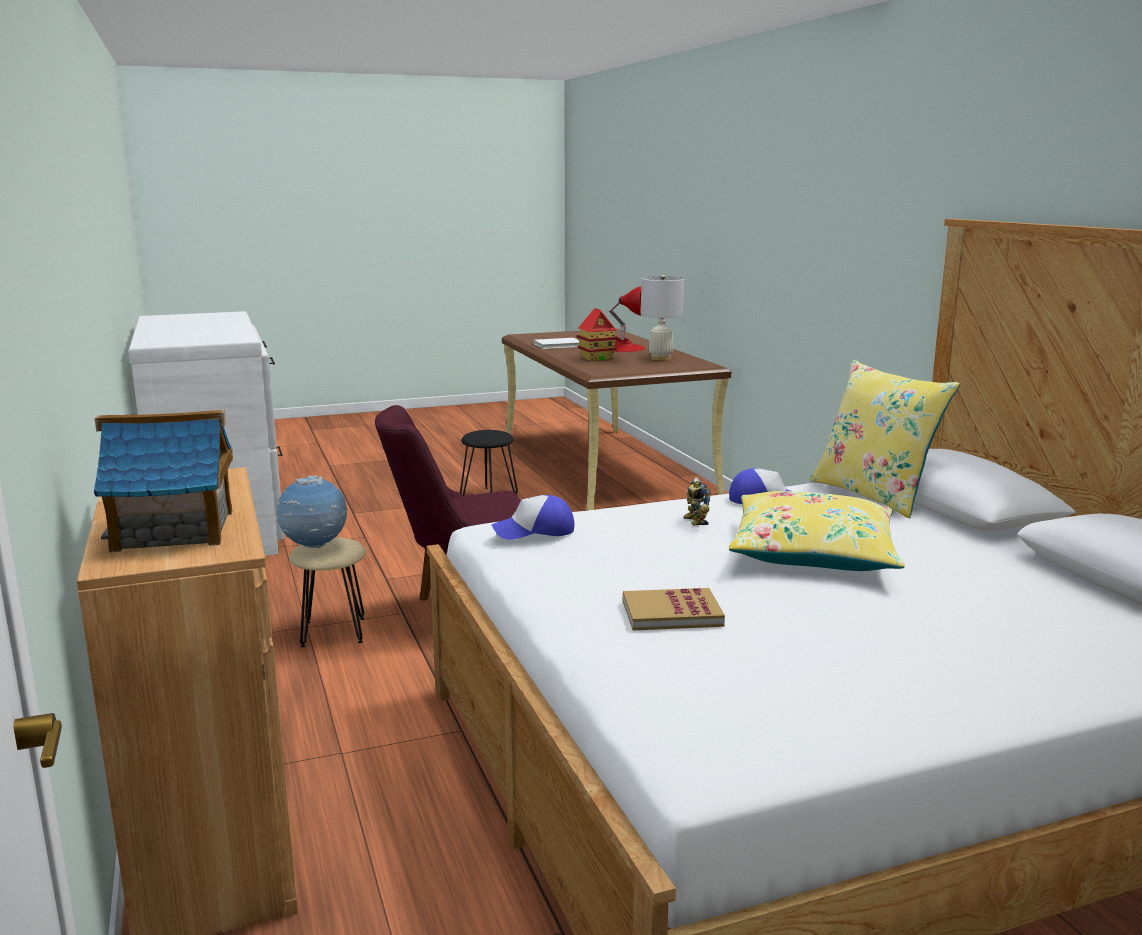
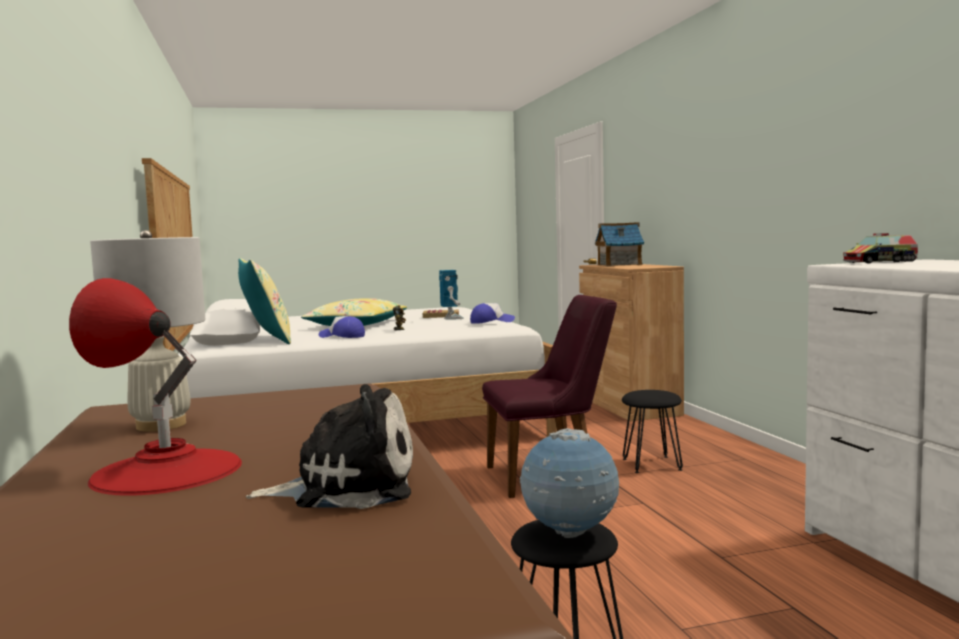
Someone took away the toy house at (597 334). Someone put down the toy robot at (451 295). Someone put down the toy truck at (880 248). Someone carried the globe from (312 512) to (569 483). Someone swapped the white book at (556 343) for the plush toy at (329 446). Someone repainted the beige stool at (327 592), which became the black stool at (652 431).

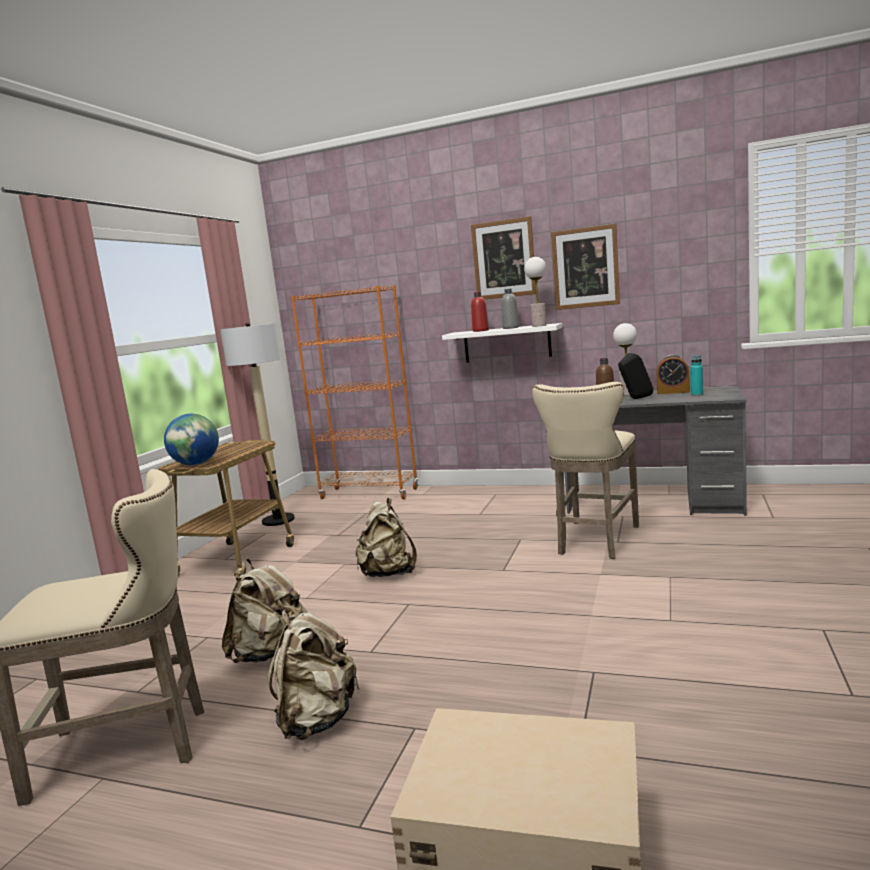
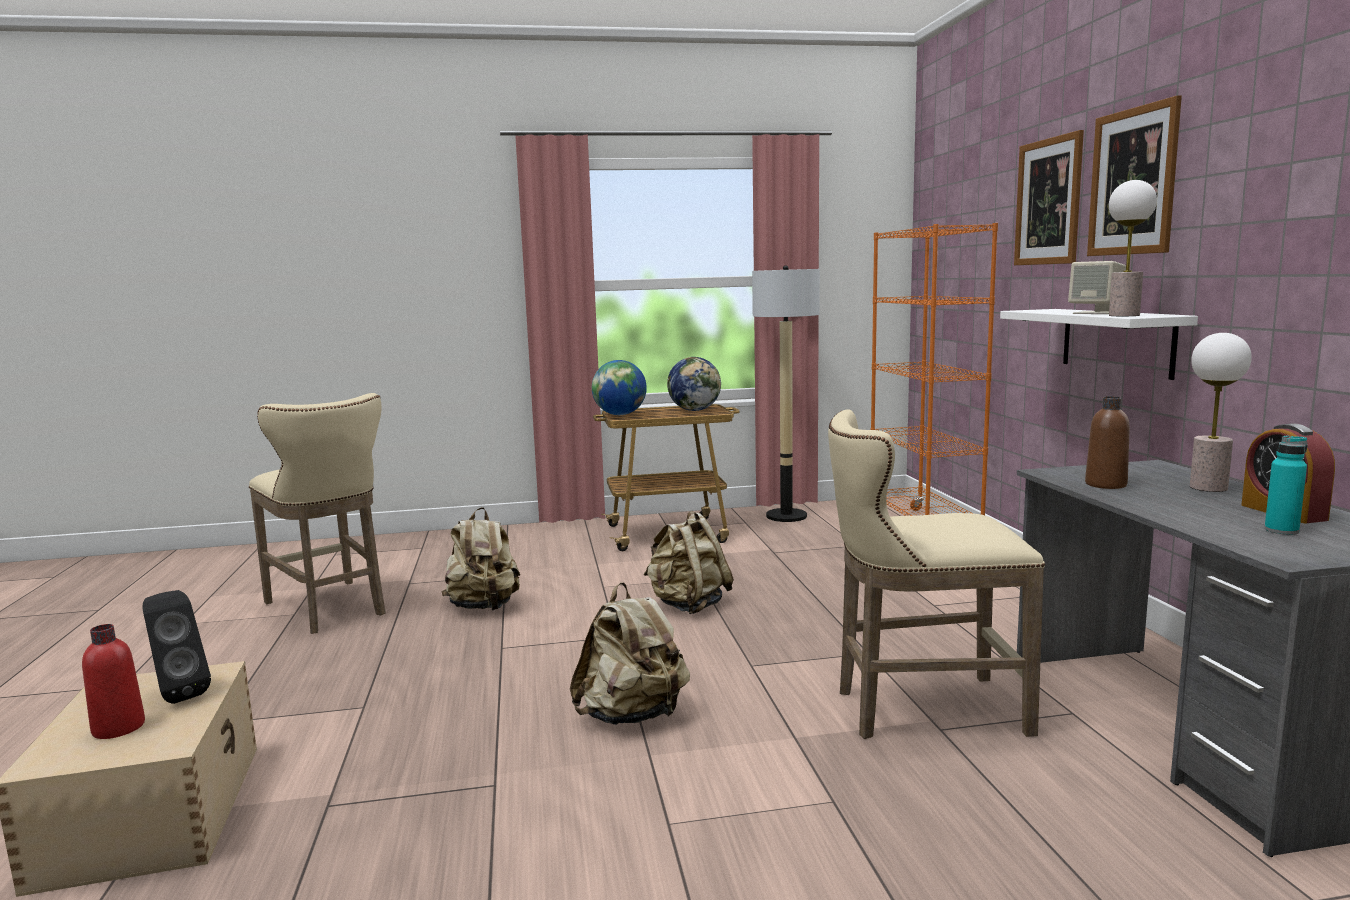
Someone put down the globe at (694 384). Someone carried the beige backpack from (314 675) to (630 653). Someone carried the red bottle from (480 312) to (113 681). Someone carried the picture from (585 266) to (1049 197). Someone carried the black speaker from (636 376) to (176 647). Someone swapped the grey bottle at (510 309) for the beige speaker at (1097 287).

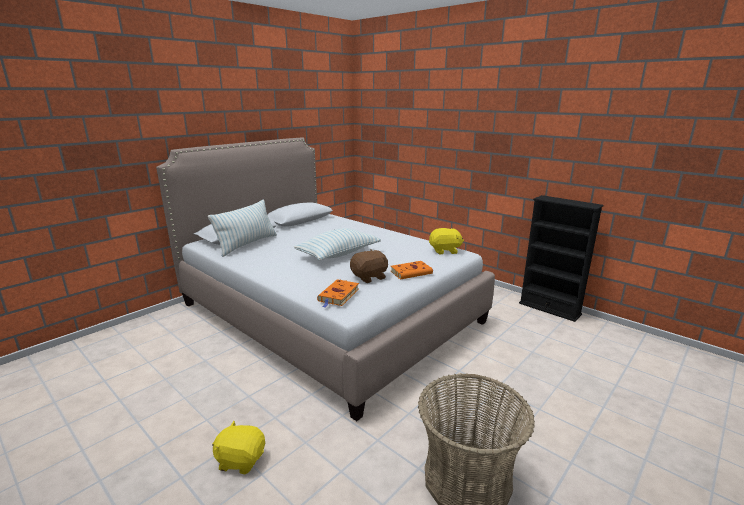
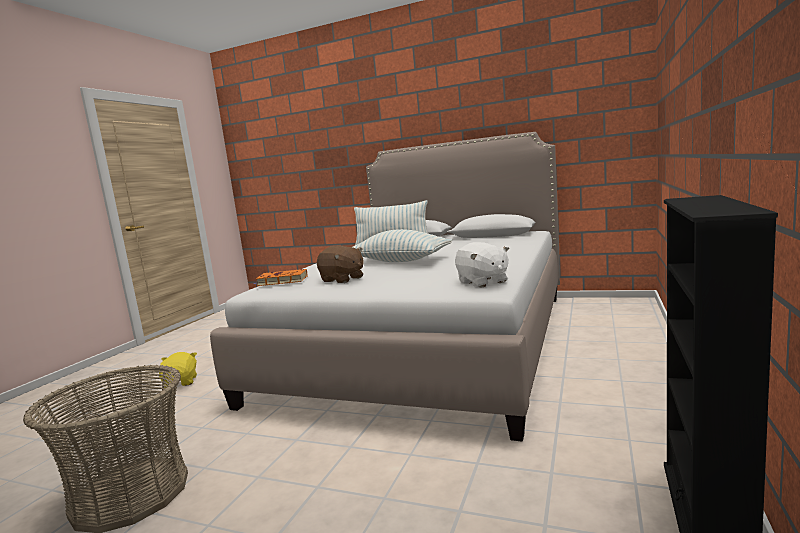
Someone took away the orange book at (412 270). Someone repainted the yellow plush toy at (446 241), which became the white plush toy at (482 265).

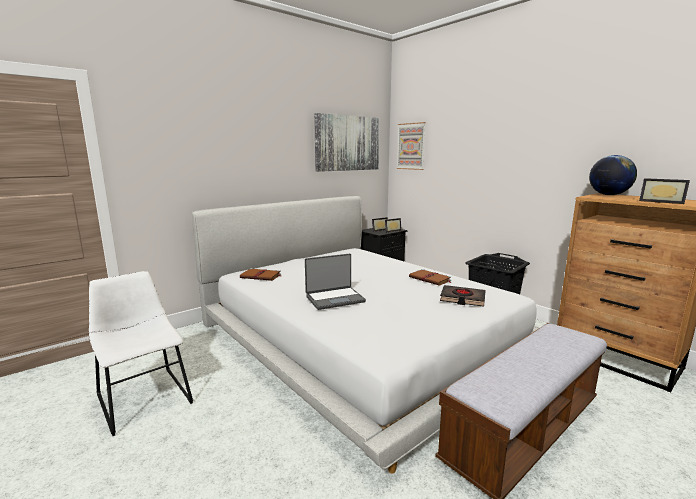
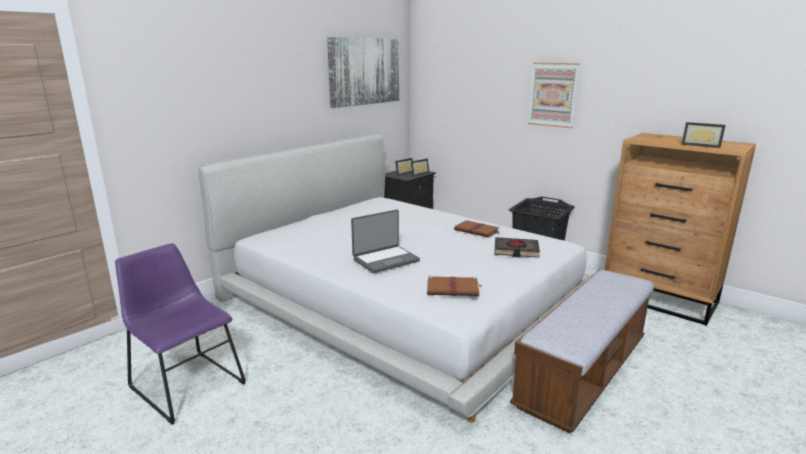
Someone took away the globe at (613 175). Someone carried the brown book from (260 274) to (454 286). Someone carried the picture from (411 146) to (553 95). Someone repainted the white chair at (141 353), which became the purple chair at (180 334).

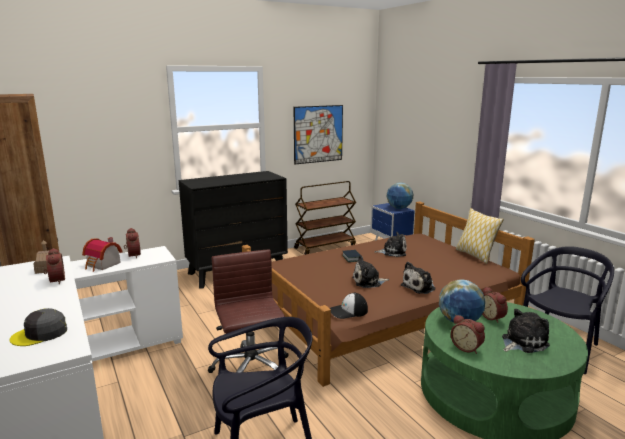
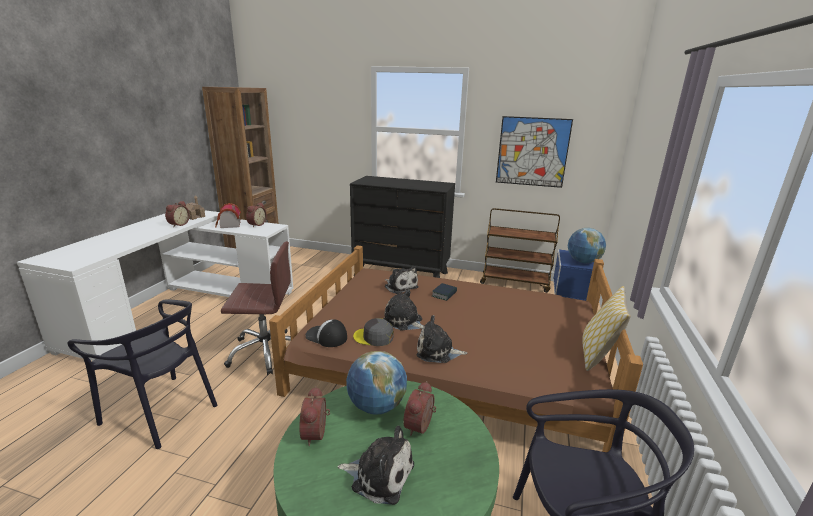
Someone carried the grey cap from (38 327) to (373 332). Someone carried the plush toy from (391 244) to (402 280). Someone rotated the brown office chair at (248 311) by 60 degrees clockwise.

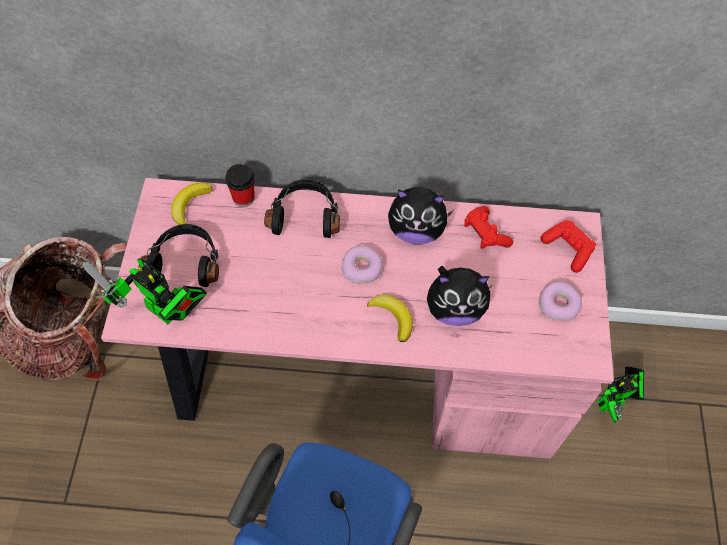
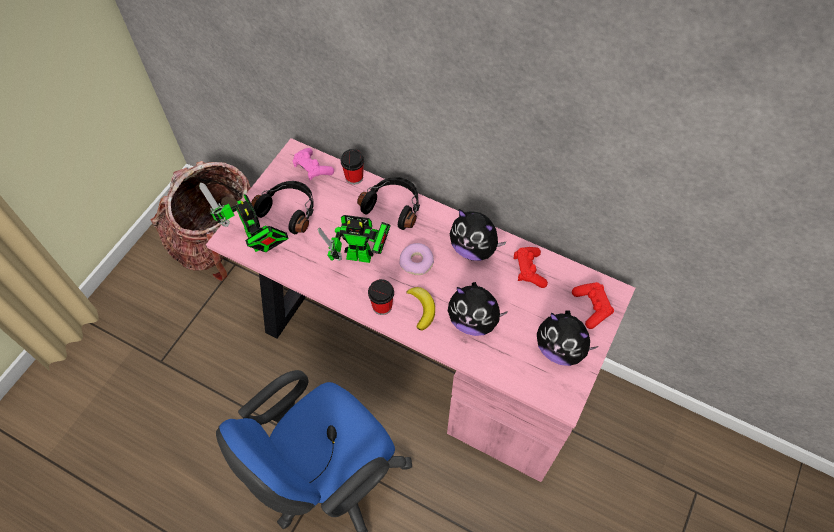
Someone put down the cup at (381 297). Someone carried the toy robot from (620 395) to (354 239). Someone swapped the banana at (192 204) for the pink game controller at (313 164). Someone swapped the donut at (560 301) for the plush toy at (567 338).

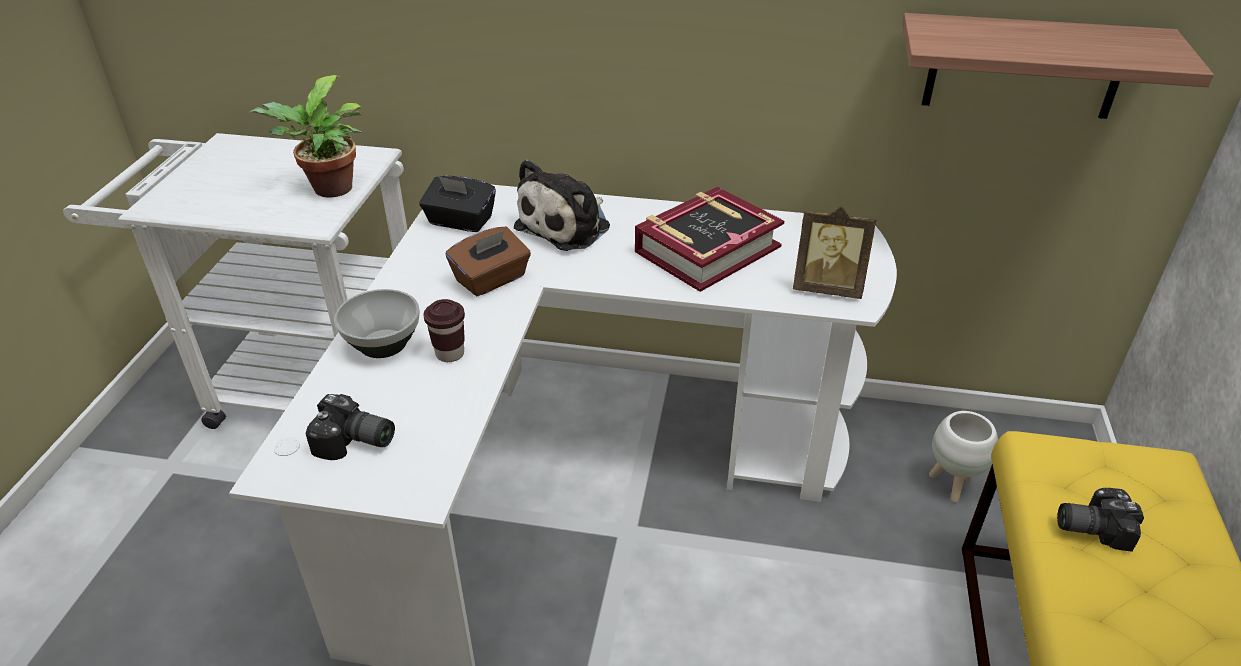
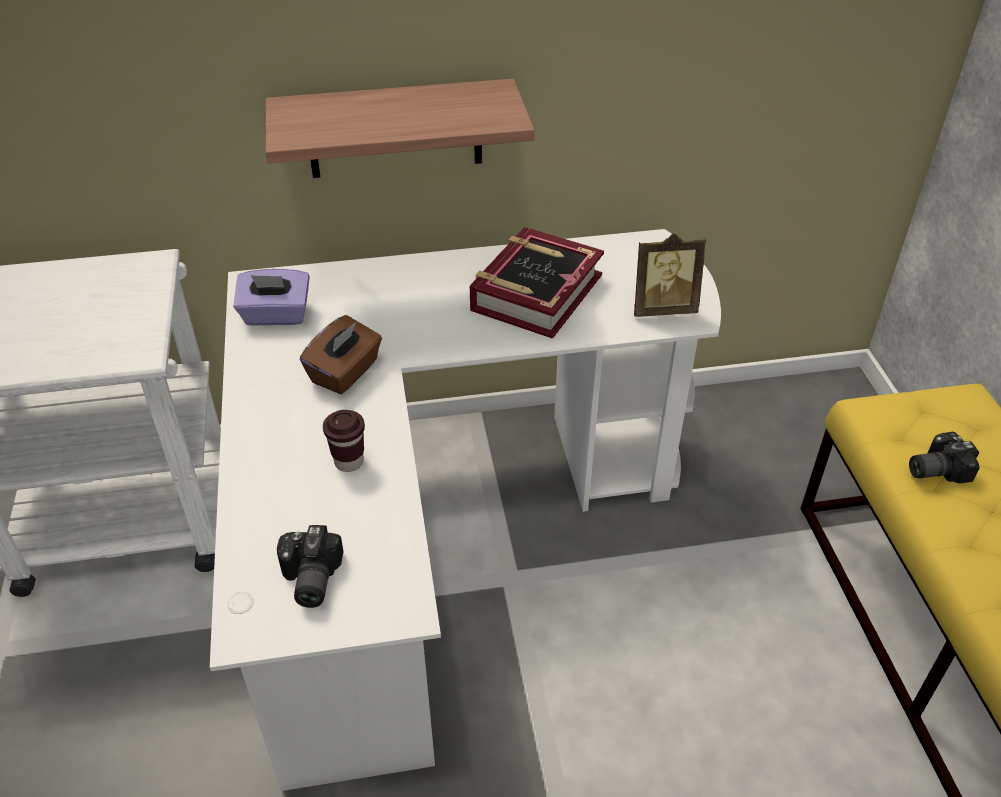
Someone took away the potted plant at (305 136). Someone took away the bowl at (377 323). Someone took away the plush toy at (562 205). Someone took away the white planter at (963 457). Someone carried the shelf from (1058 66) to (400 128). Someone repainted the black tissue box at (457 204), which became the purple tissue box at (271 297). Someone rotated the photo camera at (350 427) by 90 degrees clockwise.

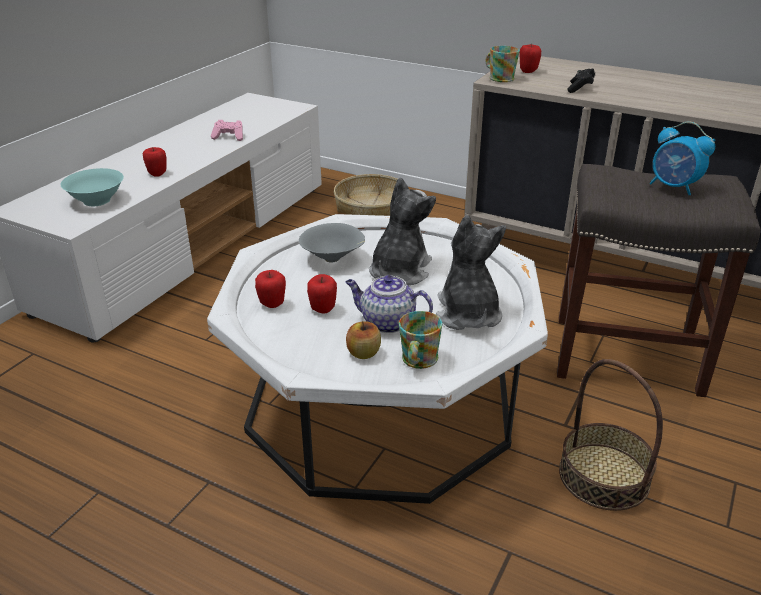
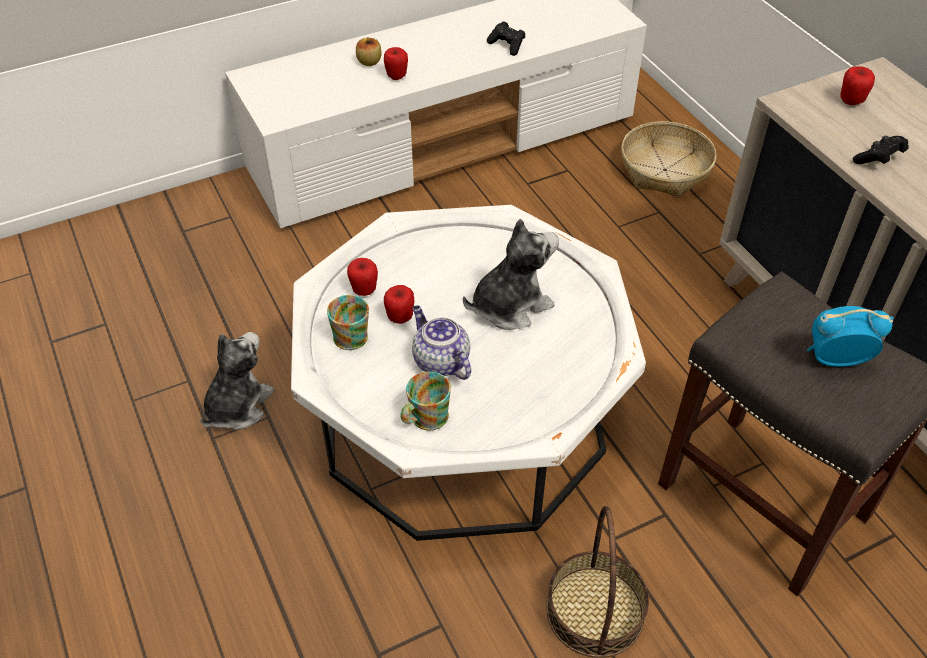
Someone took away the turquoise bowl at (92 187). Someone took away the grey bowl at (332 243). Someone carried the apple from (363 340) to (368 52). Someone carried the plush toy from (471 272) to (237 381). Someone carried the mug from (503 64) to (348 322). Someone repainted the pink game controller at (227 130), which became the black game controller at (506 38). Someone rotated the alarm clock at (682 158) by 105 degrees clockwise.

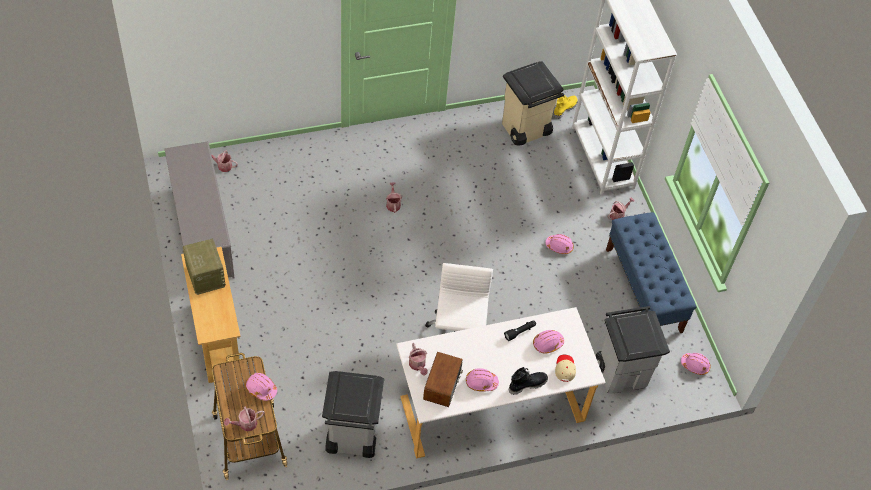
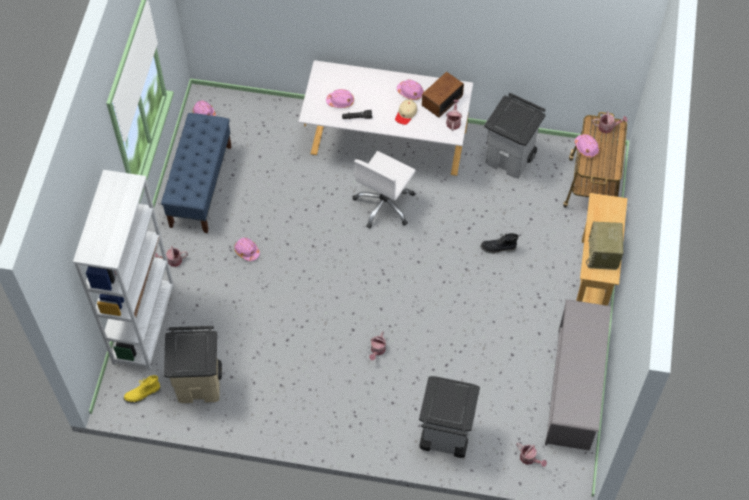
Someone carried the black boot from (528 381) to (499 243). Someone carried the beige cap from (565 368) to (406 112). Someone carried the grey trash can from (633 350) to (449 417).

